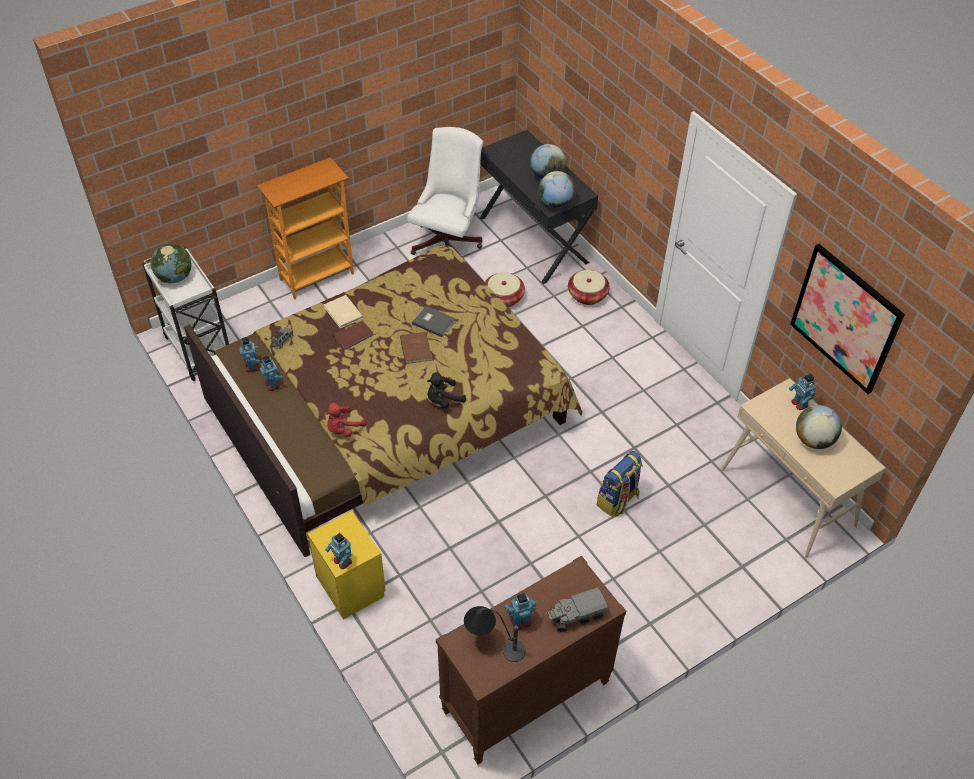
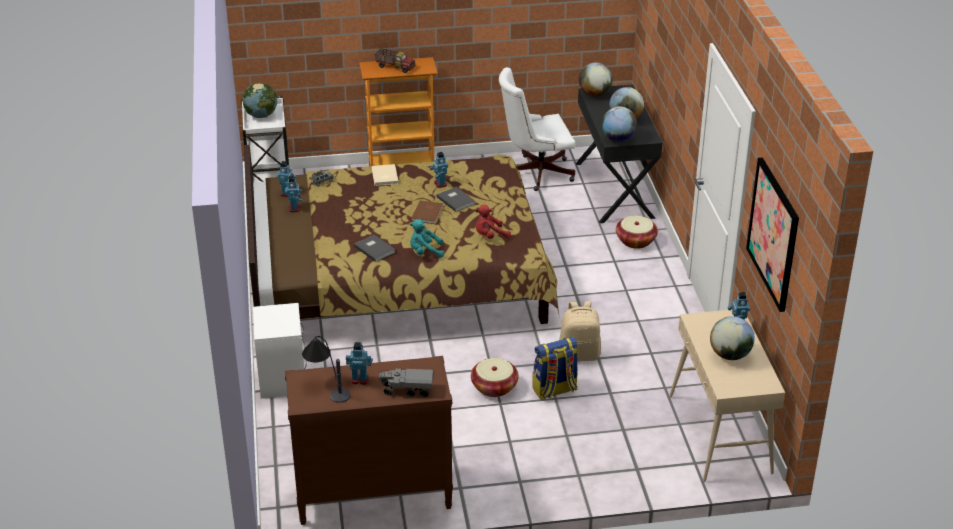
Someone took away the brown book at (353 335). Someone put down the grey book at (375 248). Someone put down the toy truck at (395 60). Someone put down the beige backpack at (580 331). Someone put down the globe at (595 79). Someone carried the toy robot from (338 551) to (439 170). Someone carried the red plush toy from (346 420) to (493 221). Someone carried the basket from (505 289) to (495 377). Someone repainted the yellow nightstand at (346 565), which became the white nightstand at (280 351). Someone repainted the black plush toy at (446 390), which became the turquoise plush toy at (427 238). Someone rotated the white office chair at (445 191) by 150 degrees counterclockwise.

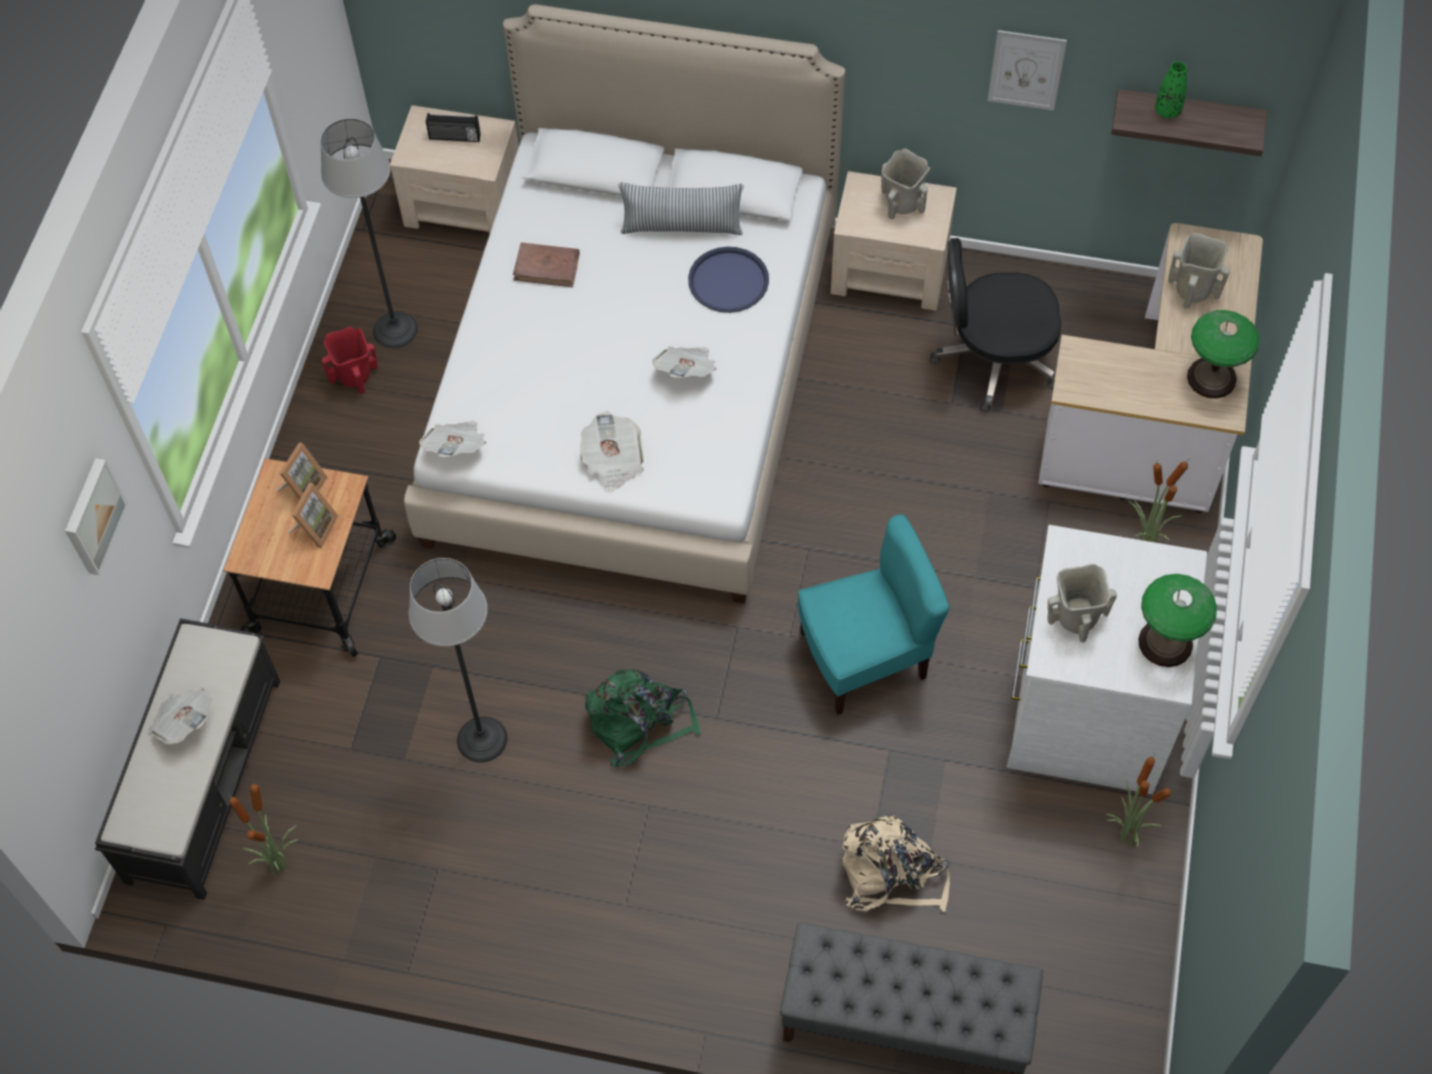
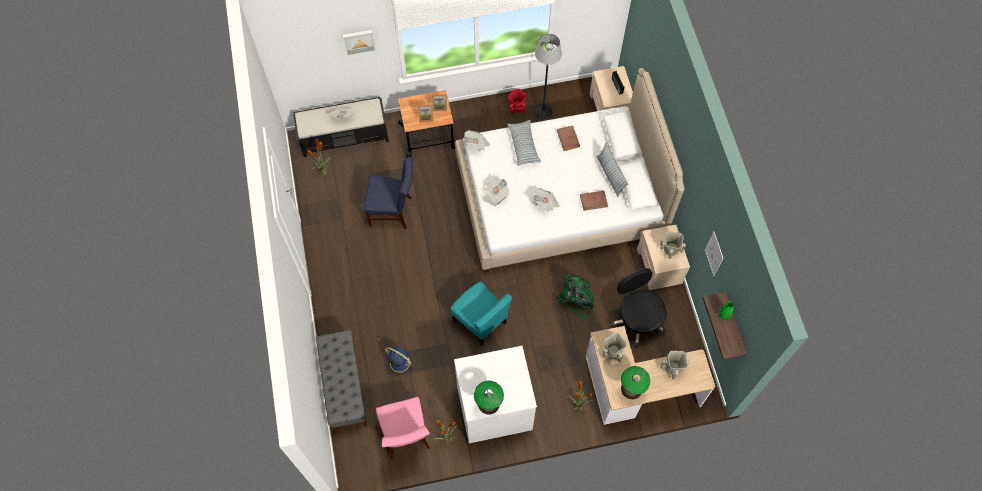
Someone put down the pink chair at (403 428). Someone put down the pillow at (524 143). Someone carried the green backpack from (643 718) to (575 297). Someone carried the beige vase from (1082 603) to (614 347). Someone swapped the floor lamp at (458 660) for the blue chair at (388 193). Someone swapped the blue tray at (728 280) for the brown book at (594 201). Someone swapped the beige backpack at (896 863) for the blue fan at (399 361).

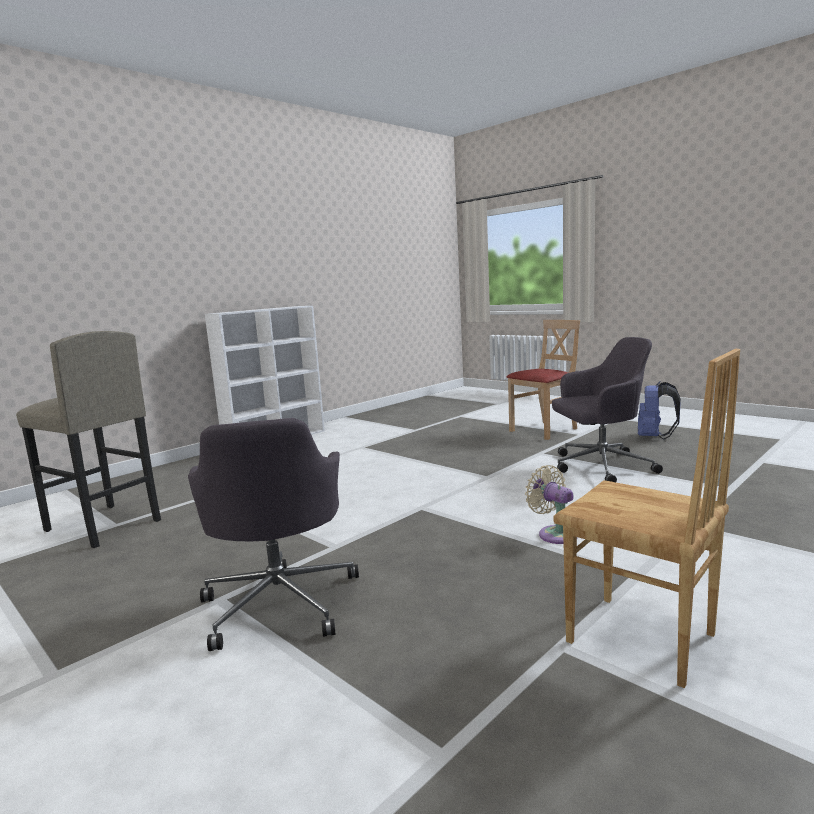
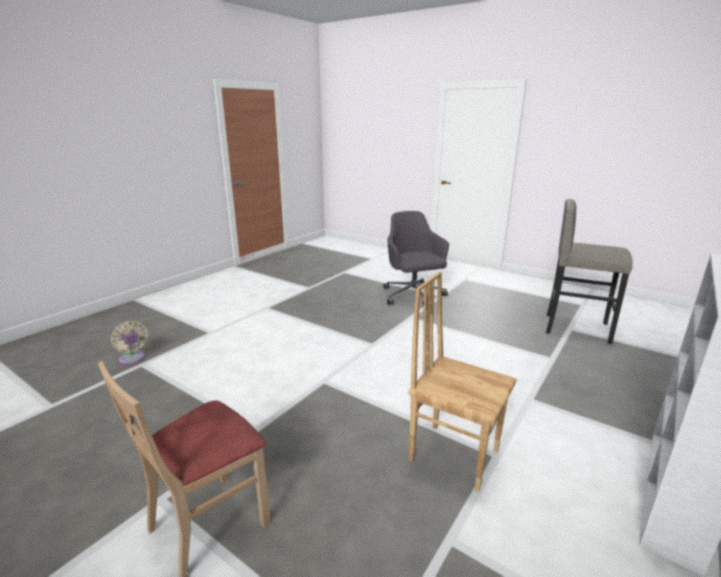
Someone took away the grey office chair at (607 409). Someone took away the blue backpack at (659 411). Someone carried the beige fan from (551 504) to (129 342). Someone carried the brown chair from (647 518) to (462 381).

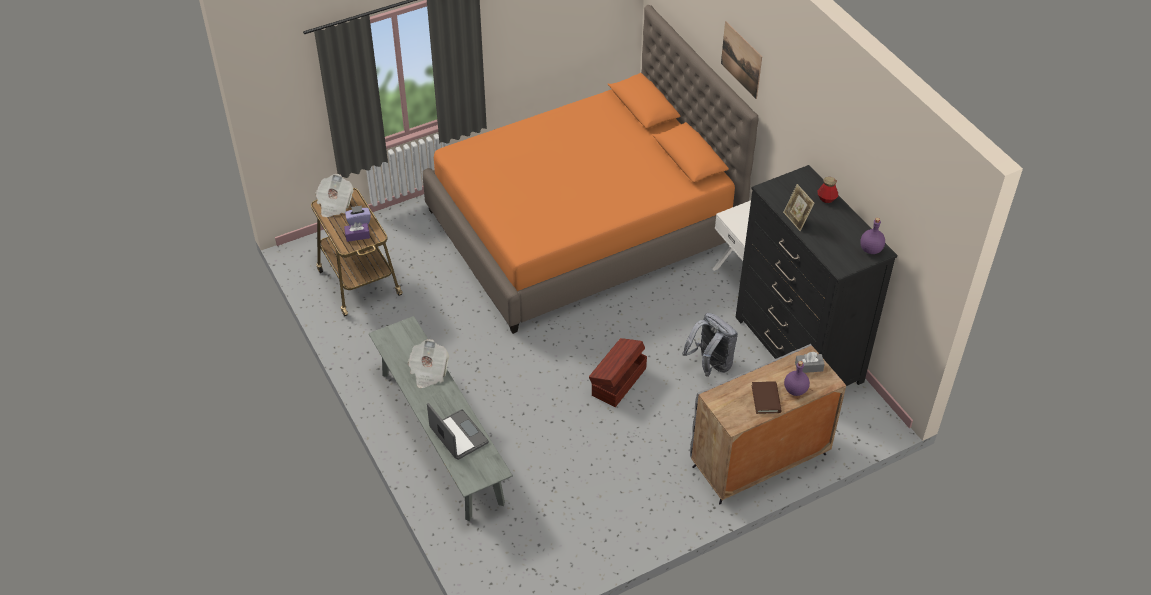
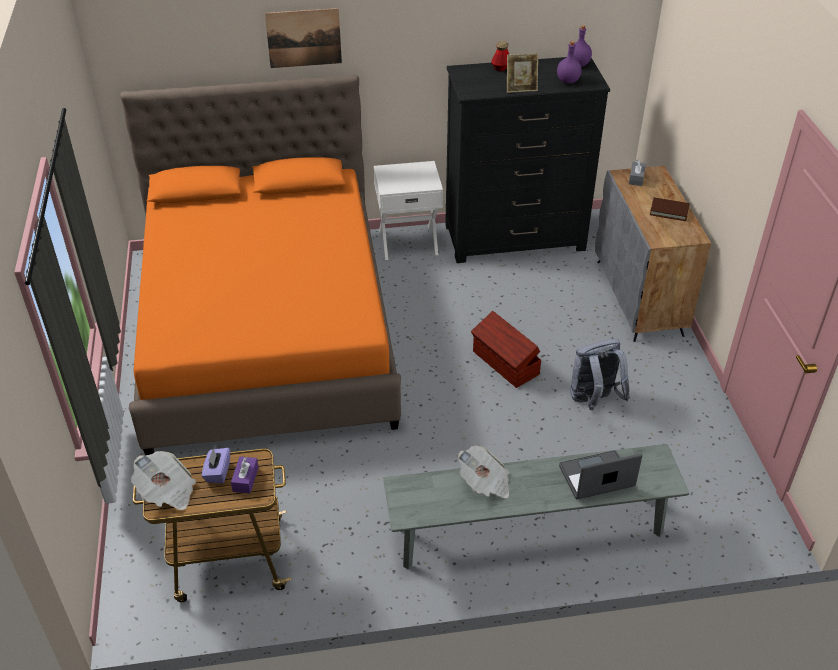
Someone carried the grey backpack from (710 345) to (600 375). Someone carried the purple bottle from (797 378) to (569 62).

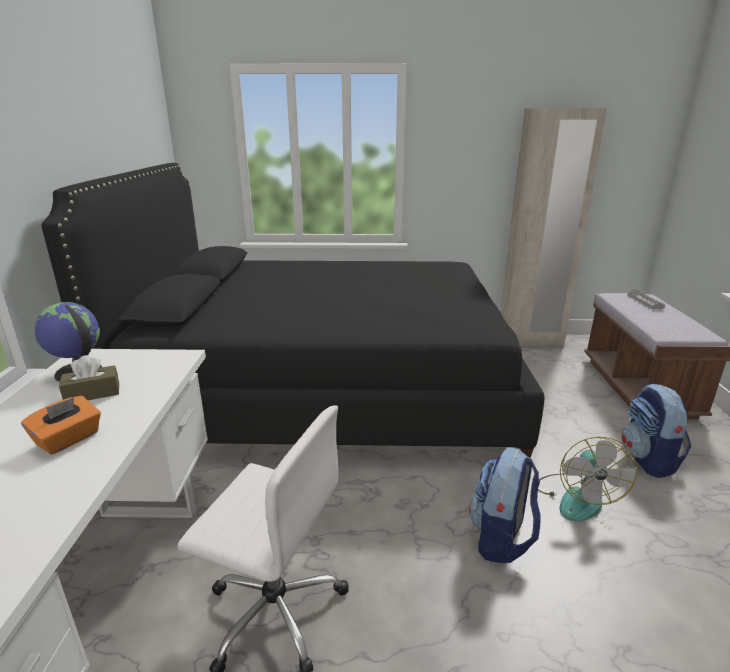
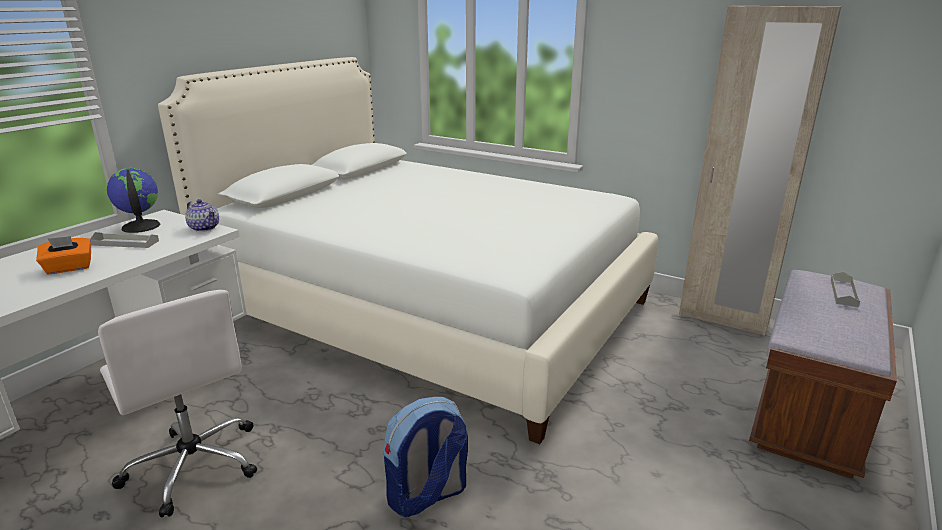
Someone took away the fan at (587 479). Someone took away the backpack at (656 431). Someone put down the teapot at (202 215). Someone swapped the brown tissue box at (89 377) for the grey tray at (124 240). Someone repainted the black bed at (293 310), which became the white bed at (408 250).

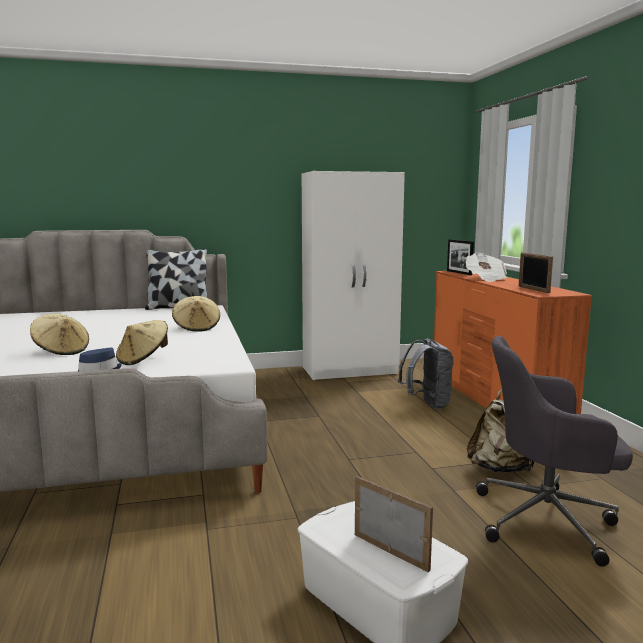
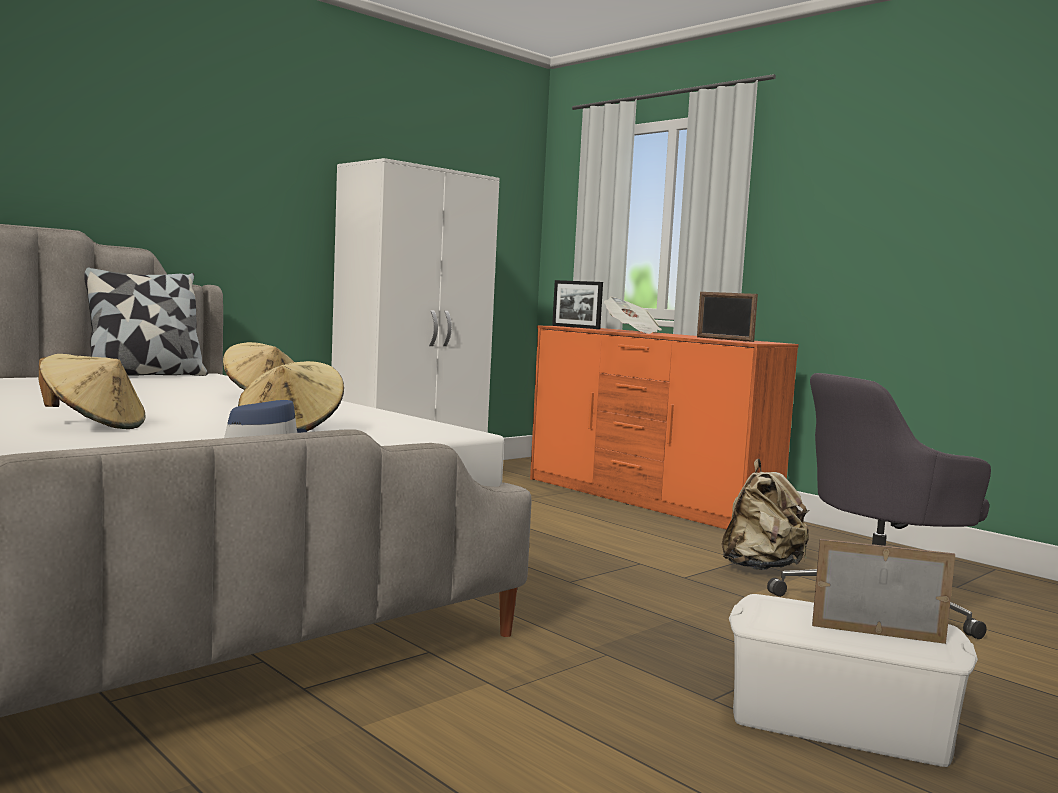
Someone took away the grey backpack at (426 373).

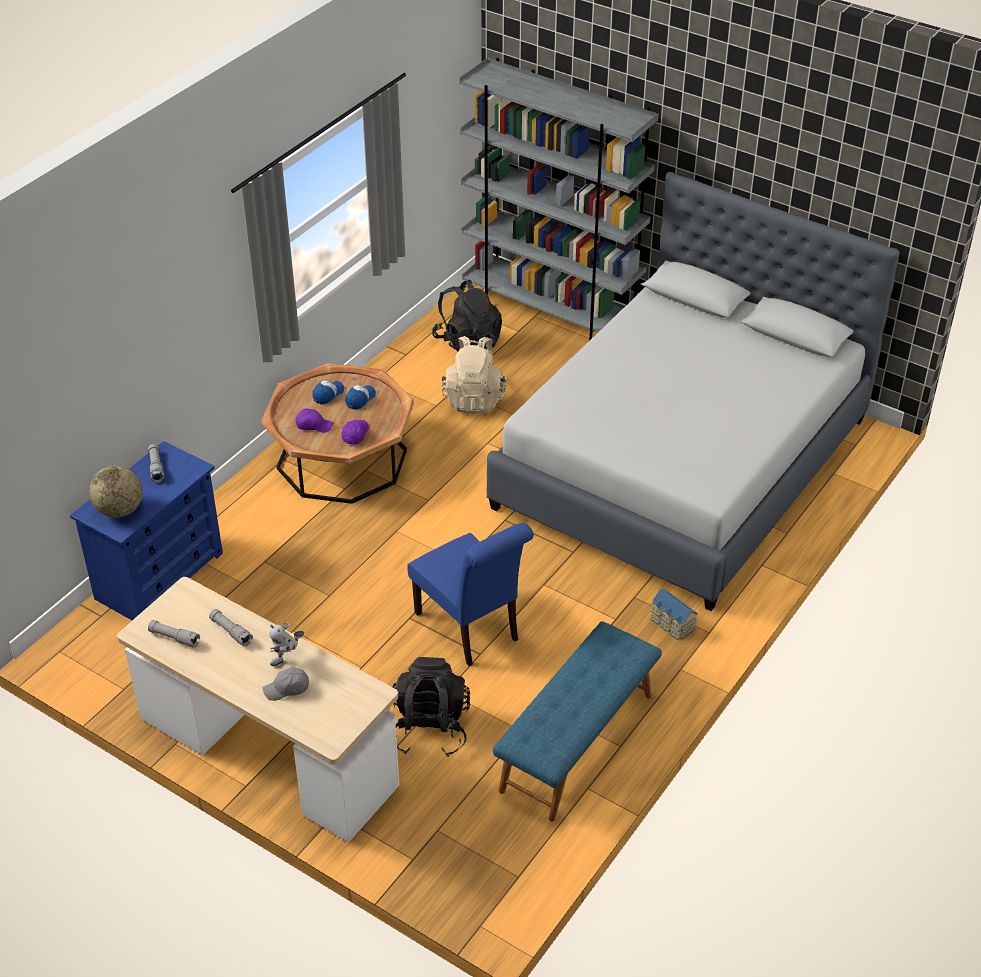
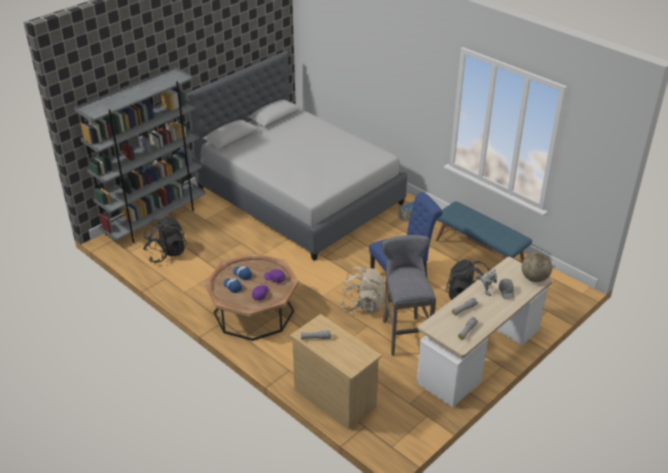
Someone put down the grey stool at (409 295). Someone carried the globe from (115 491) to (537 267). Someone carried the beige backpack from (474 375) to (362 289). Someone repainted the blue dresser at (146 530), which became the beige dresser at (336 372).

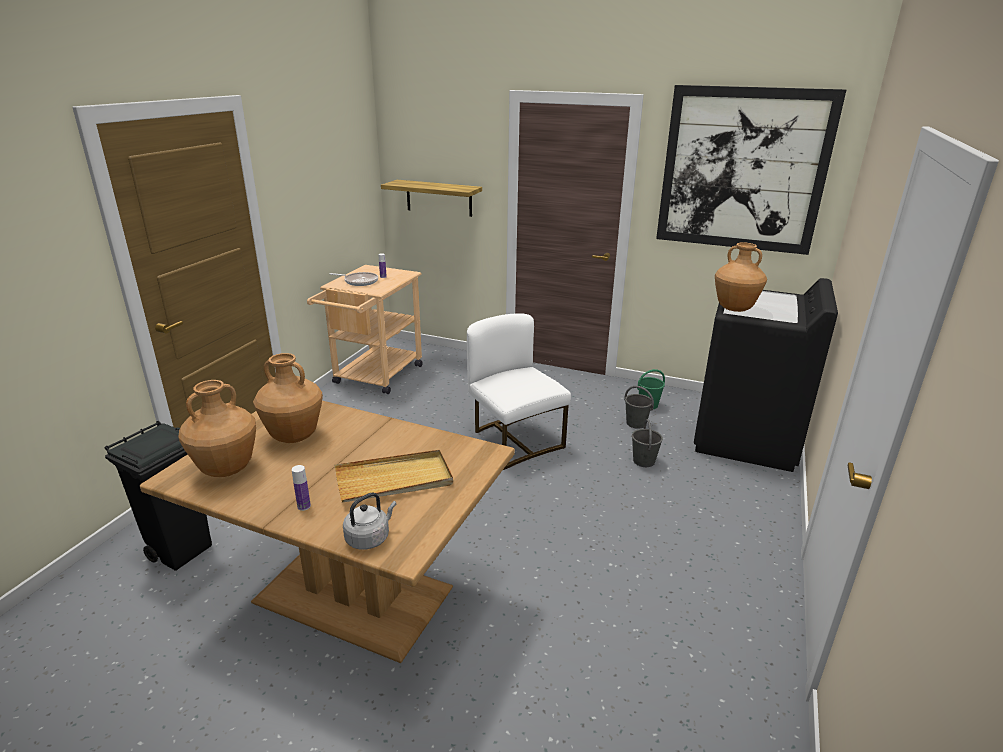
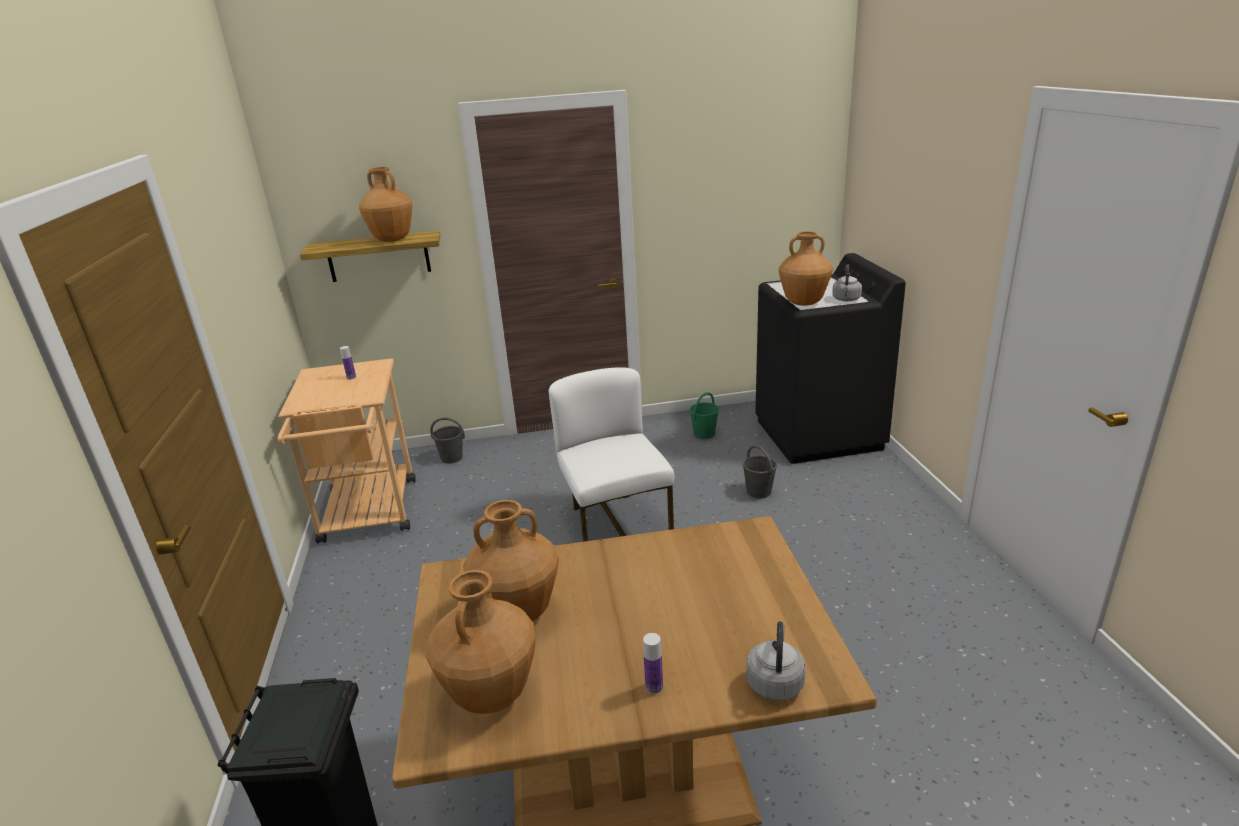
Someone took away the frying pan at (354 279). Someone took away the beige tray at (394 476). Someone took away the picture at (751 170). Someone put down the brown vase at (385 204). Someone put down the grey kettle at (847 282). Someone carried the grey bucket from (639 407) to (447 440). Someone rotated the white chair at (519 391) by 45 degrees clockwise.

